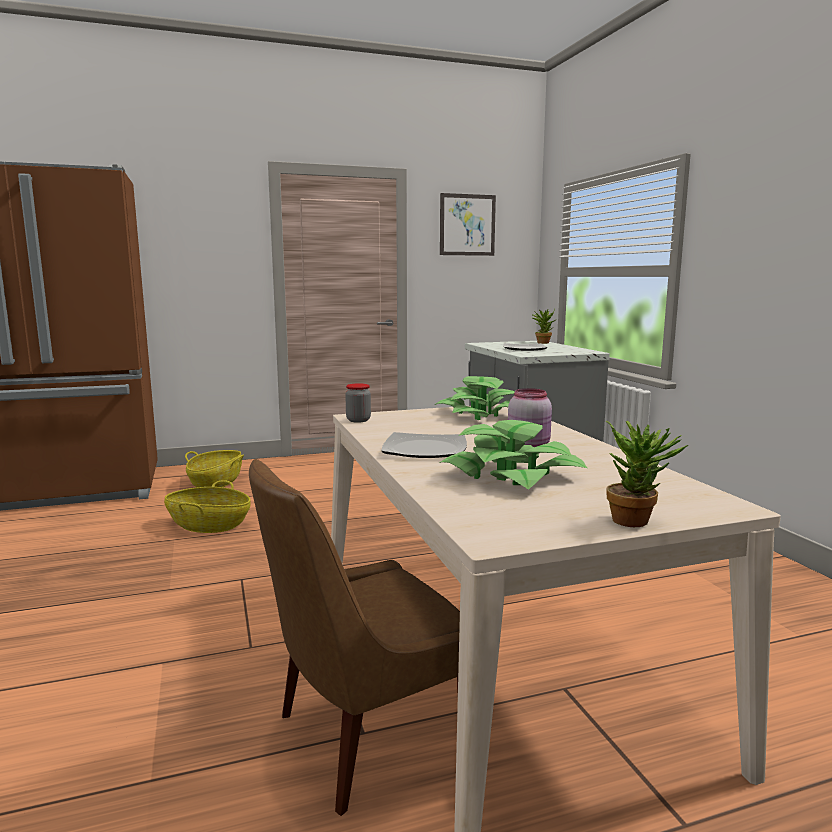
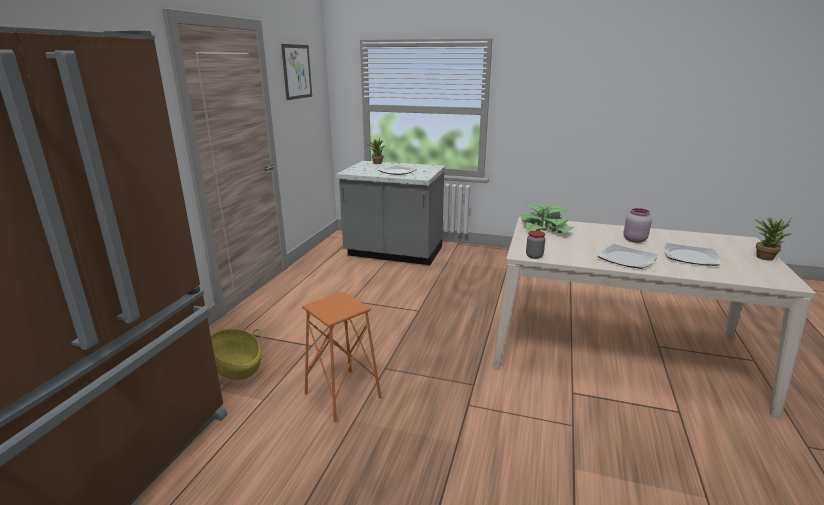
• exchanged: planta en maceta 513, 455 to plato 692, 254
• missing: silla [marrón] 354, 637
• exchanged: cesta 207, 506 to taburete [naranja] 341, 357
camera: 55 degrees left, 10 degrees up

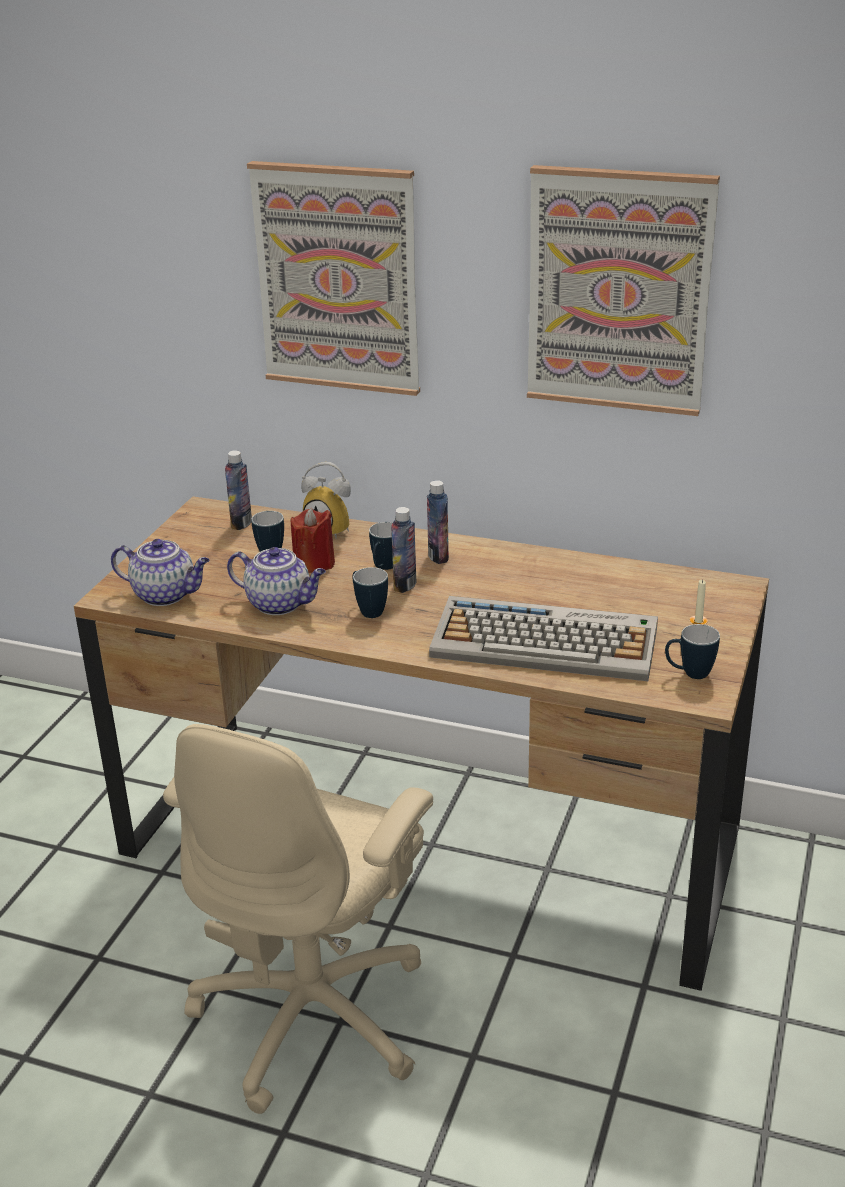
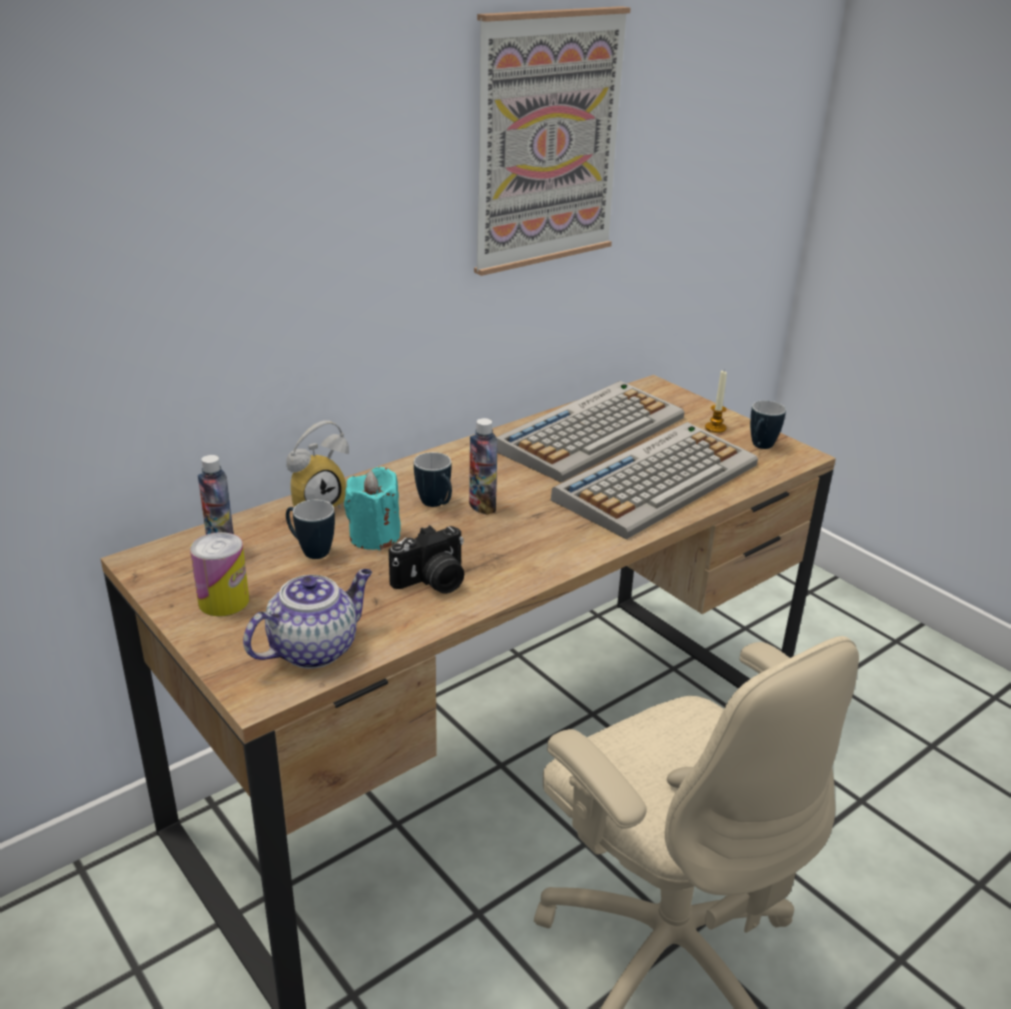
• missing: cuadro 333, 278
• missing: botella 438, 522
• colour: vela [rojo] 313, 540 to vela [turquesa] 372, 508
• exchanged: tetera 276, 581 to cámara 426, 559
• missing: taza grande 370, 592
• appeared: teclado 590, 432
• appeared: lata 219, 574
camera: 60 degrees left, 0 degrees up

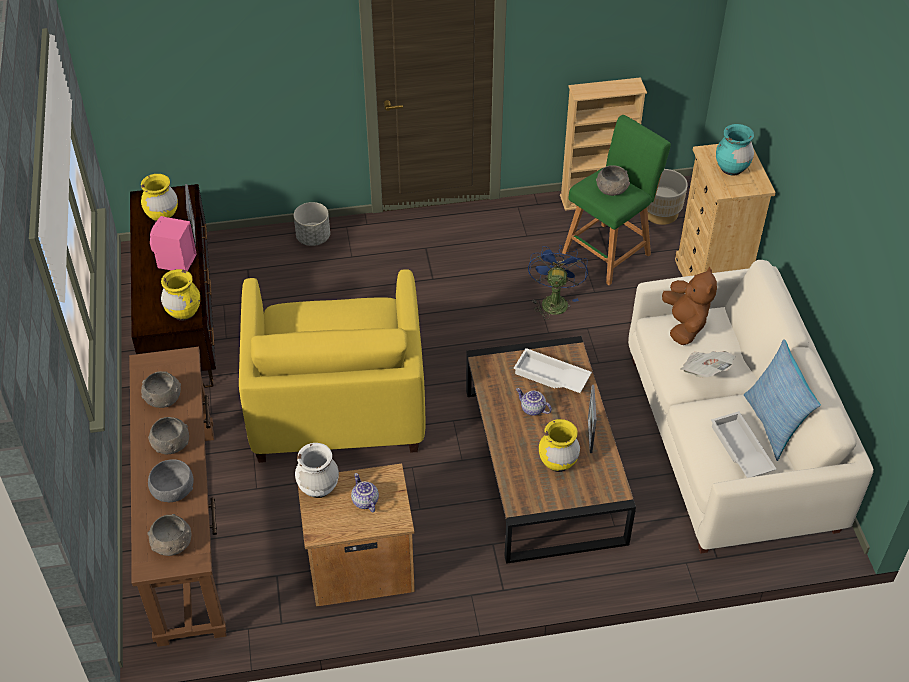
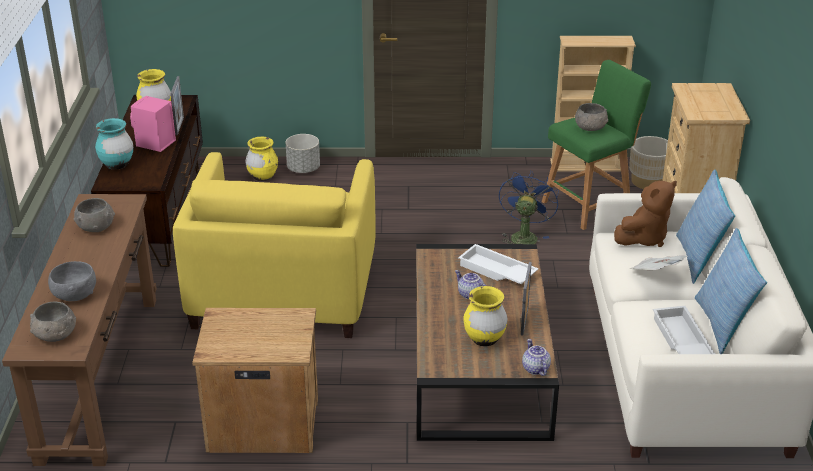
• relocated: florero [turquesa] 735, 149 to 114, 144
• spun: peluche [marrón] 689, 306 = 645, 214 45 degrees clockwise
• relocated: florero [amarillo] 180, 294 to 261, 159
• missing: cuenco [gris] 168, 435
• missing: florero [blanco] 317, 470
• relocated: tetera 365, 493 to 536, 357
• appeared: cojín 705, 226
camera: 10 degrees right, 15 degrees down

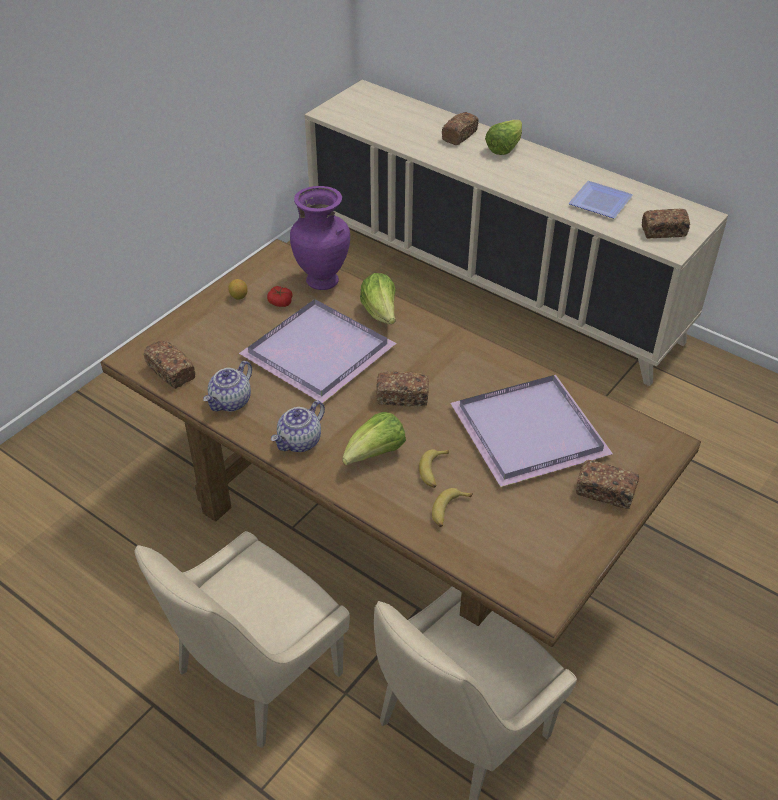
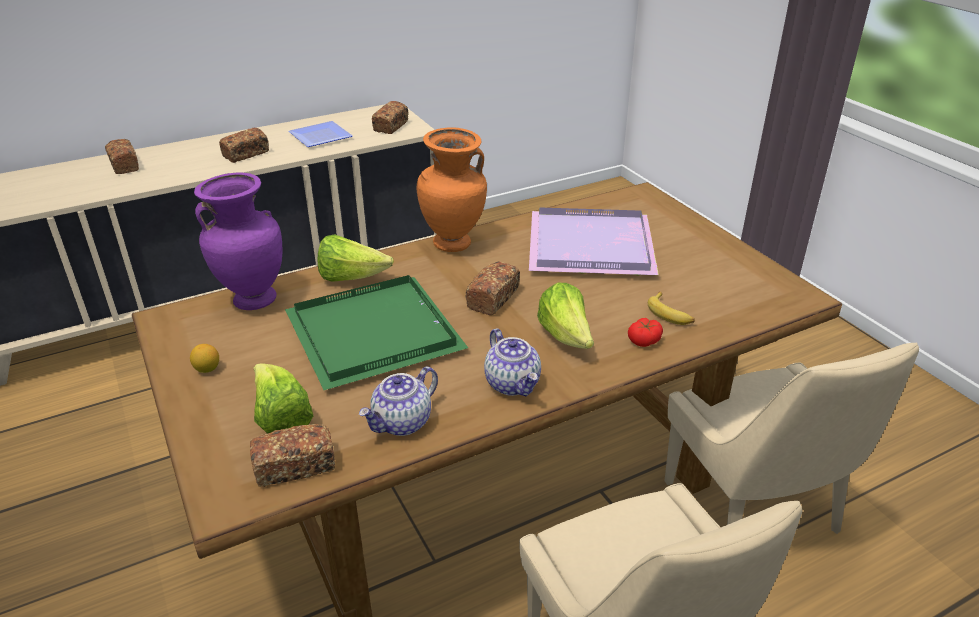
• relocated: lechuga 503, 137 to 283, 398
• relocated: tomate 280, 296 to 645, 332
• colour: bandeja [morado] 318, 351 to bandeja [verde] 376, 332
• spun: tetera 227, 386 = 398, 401 75 degrees clockwise
• missing: plátano 434, 468
• relocated: pan 607, 484 to 244, 145
• appeared: florero [naranja] 452, 189
camera: 65 degrees left, 10 degrees down

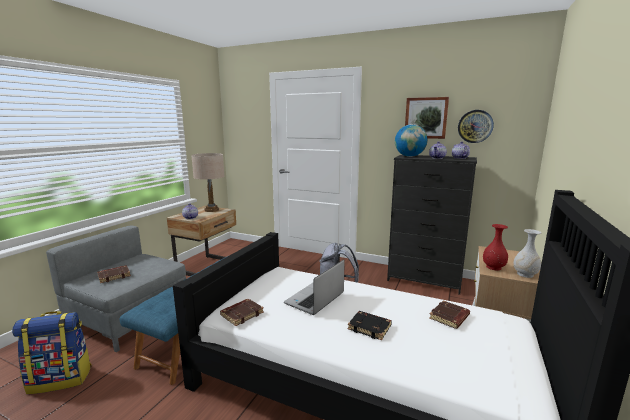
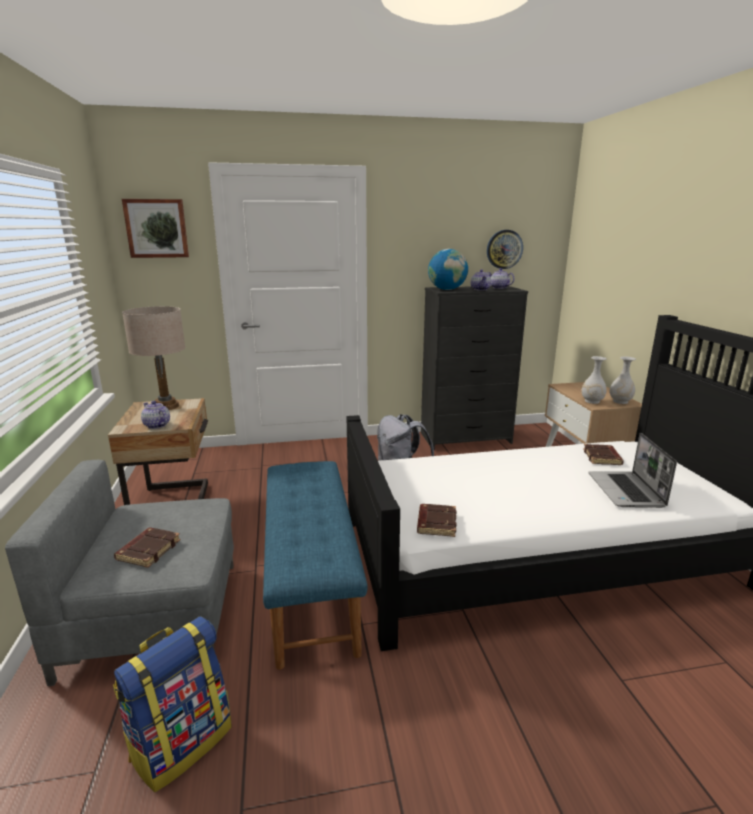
• relocated: cuadro 427, 118 to 155, 228
• colour: florero [rojo] 495, 247 to florero [blanco] 594, 380
• relocated: portátil 314, 287 to 632, 470
• missing: libro [negro] 370, 325
camera: 35 degrees left, 5 degrees up

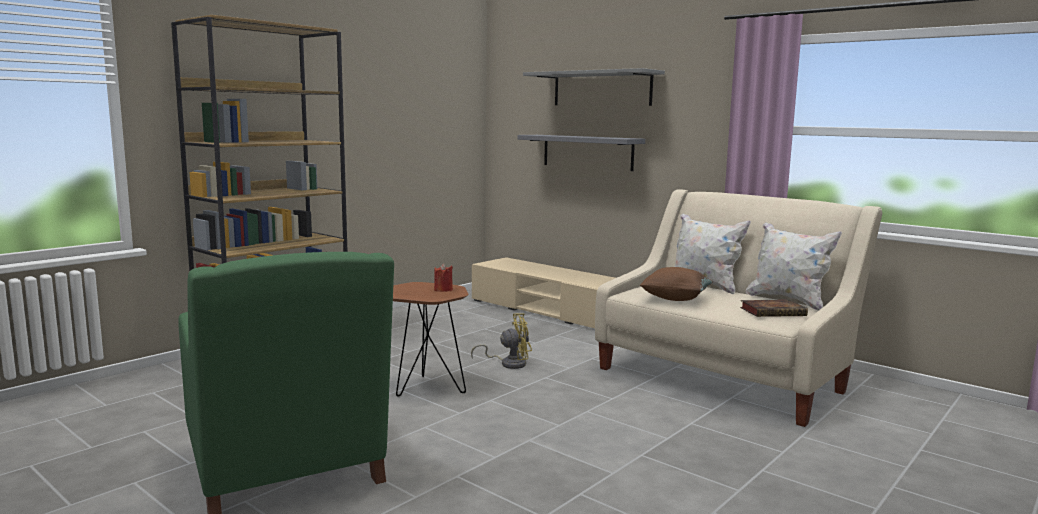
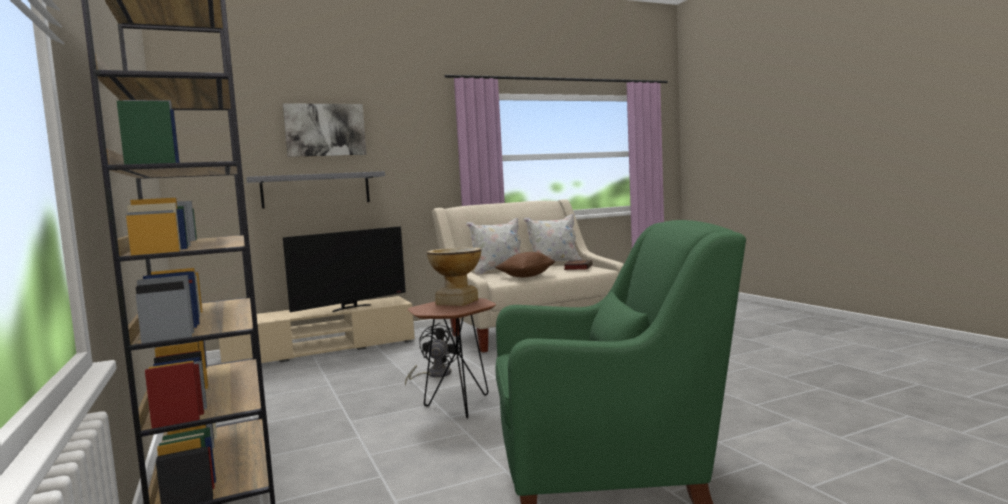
• exchanged: estante [gris] 594, 87 to cuadro 325, 130
• exchanged: vela [rojo] 443, 278 to florero 454, 276
• colour: ventilador [amarillo] 501, 341 to ventilador [negro] 433, 354
• appeared: televisor 344, 269
camera: 65 degrees left, 5 degrees down

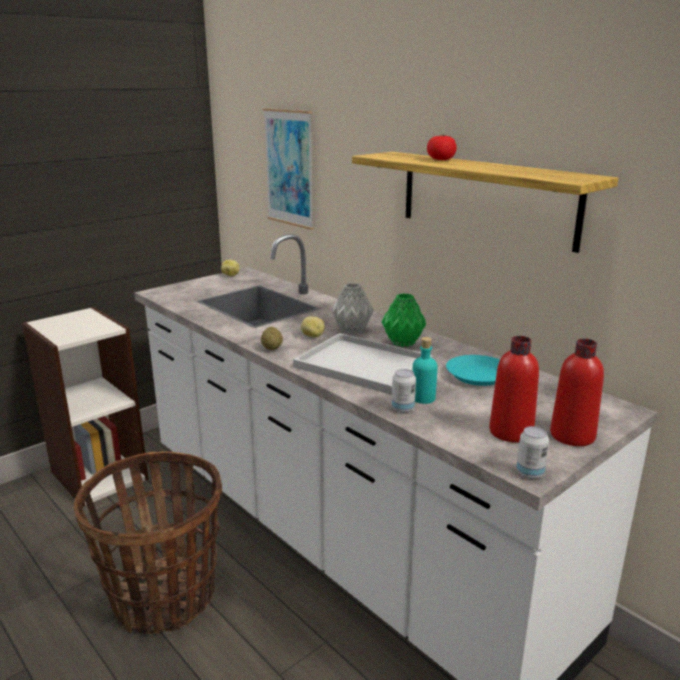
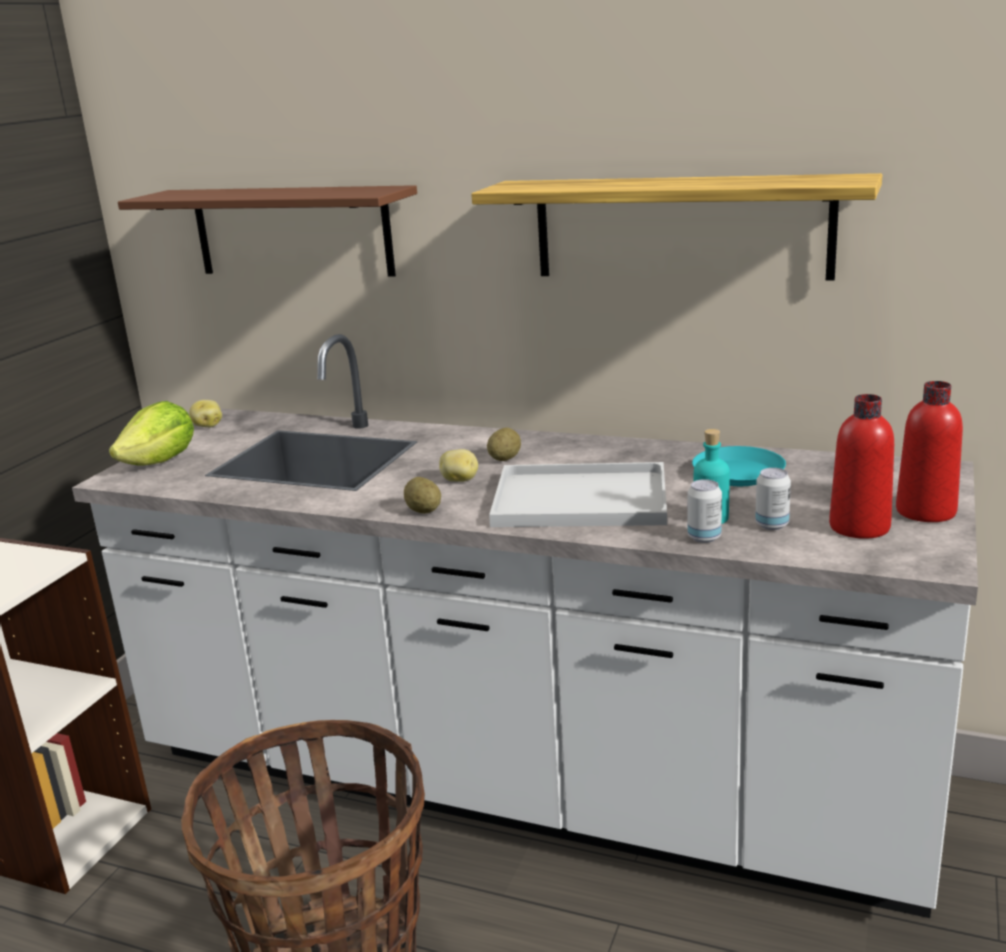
• exchanged: cuadro 288, 169 to estante [marrón] 267, 231
• missing: tomate 442, 147
• exchanged: florero [gris] 353, 308 to patata 504, 444
• missing: florero [verde] 404, 320
• relocated: lata 532, 452 to 773, 499
• appeared: lechuga 151, 433
camera: 25 degrees left, 0 degrees up

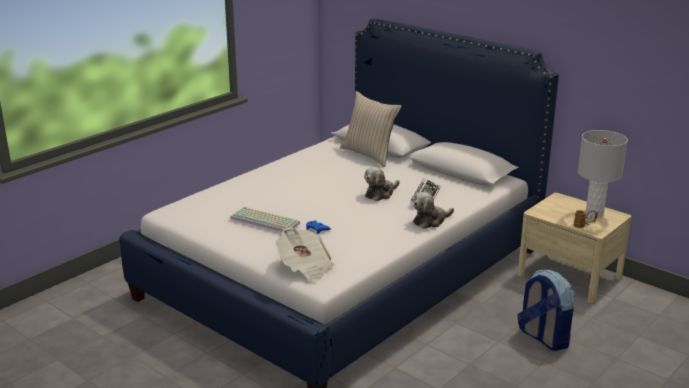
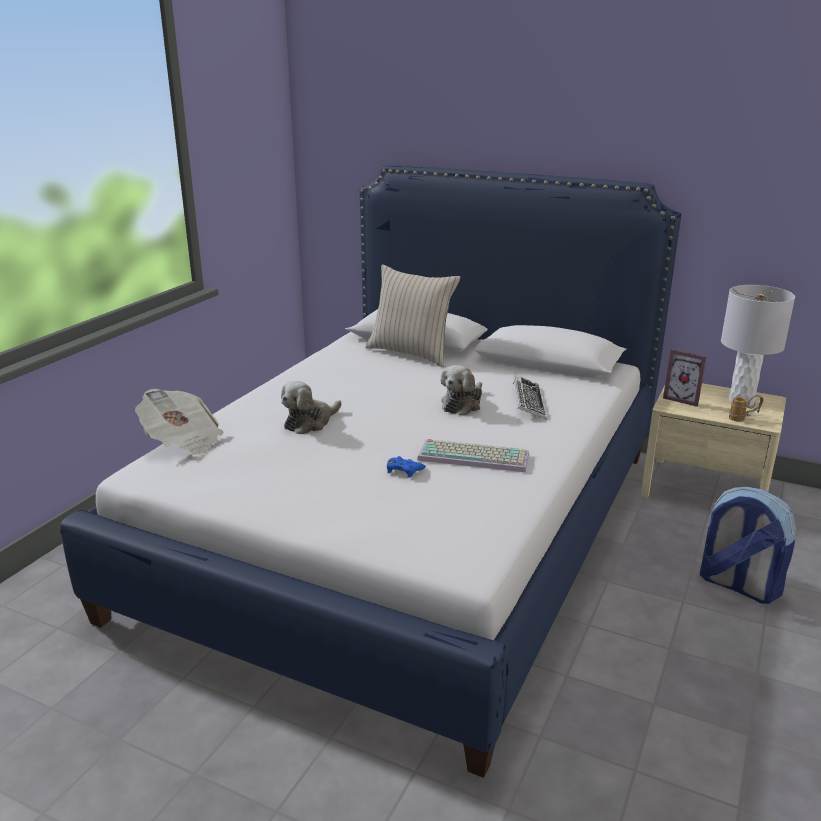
• relocated: peluche 433, 210 to 311, 407
• relocated: teclado 265, 219 to 473, 455
• relocated: periódico 304, 254 to 179, 423
• appeared: portarretratos 685, 378
camera: 15 degrees left, 0 degrees up

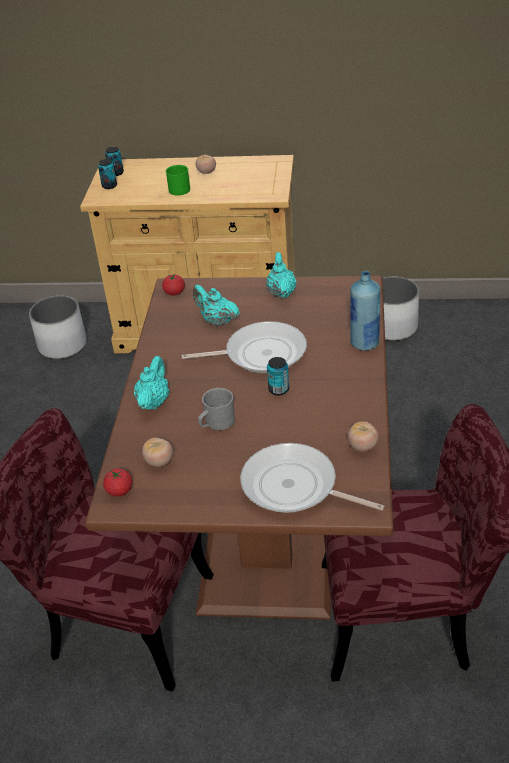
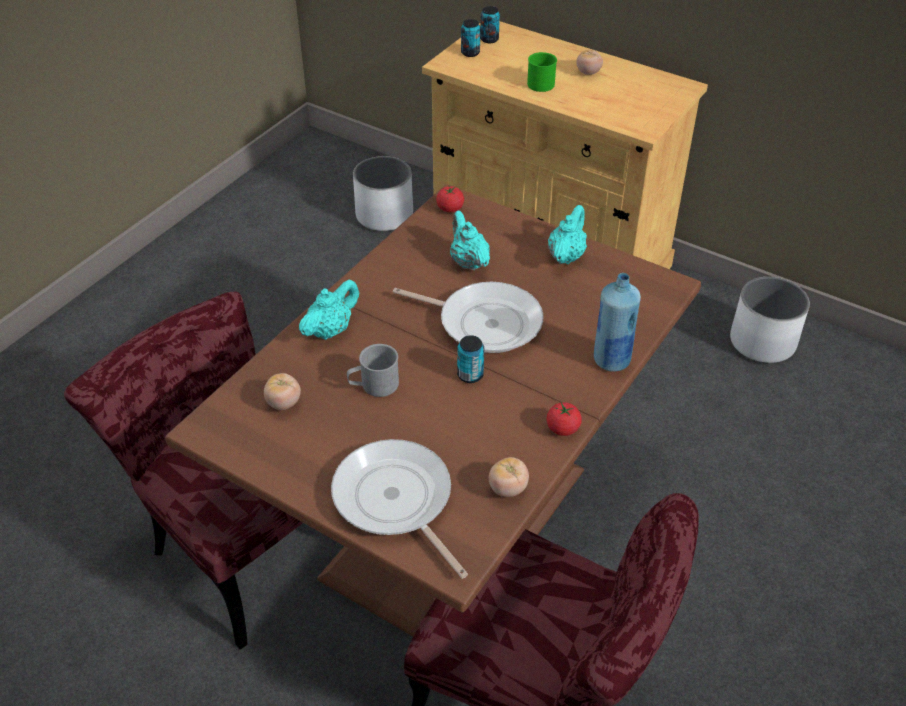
• relocated: tomate 118, 483 to 564, 419
camera: 25 degrees right, 5 degrees up

